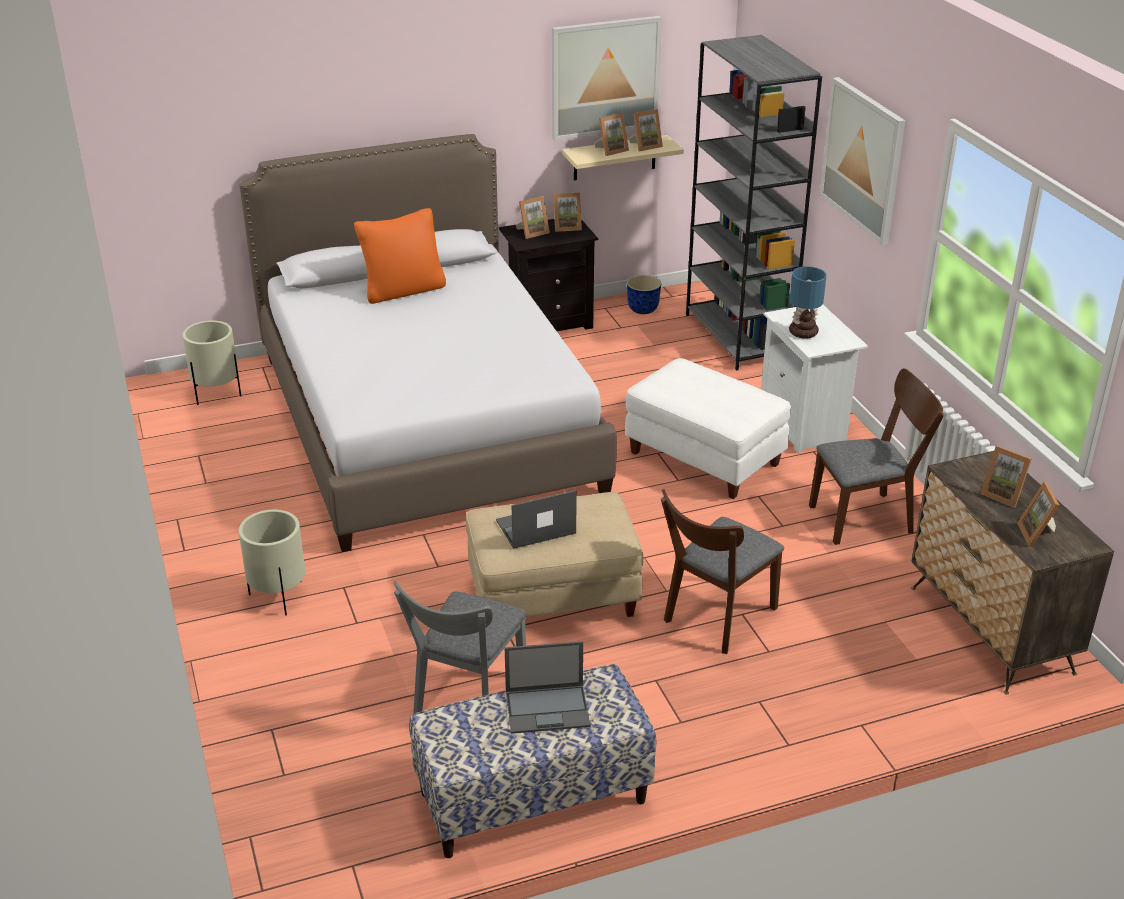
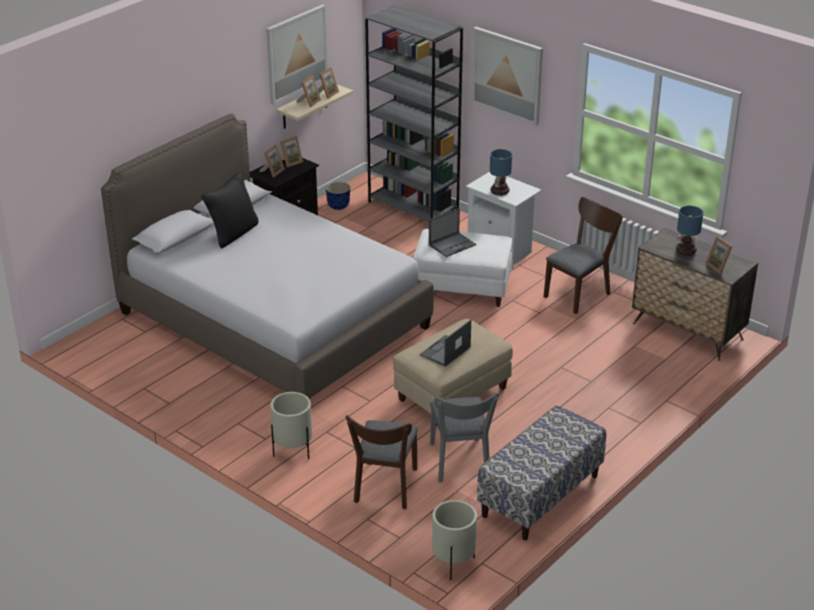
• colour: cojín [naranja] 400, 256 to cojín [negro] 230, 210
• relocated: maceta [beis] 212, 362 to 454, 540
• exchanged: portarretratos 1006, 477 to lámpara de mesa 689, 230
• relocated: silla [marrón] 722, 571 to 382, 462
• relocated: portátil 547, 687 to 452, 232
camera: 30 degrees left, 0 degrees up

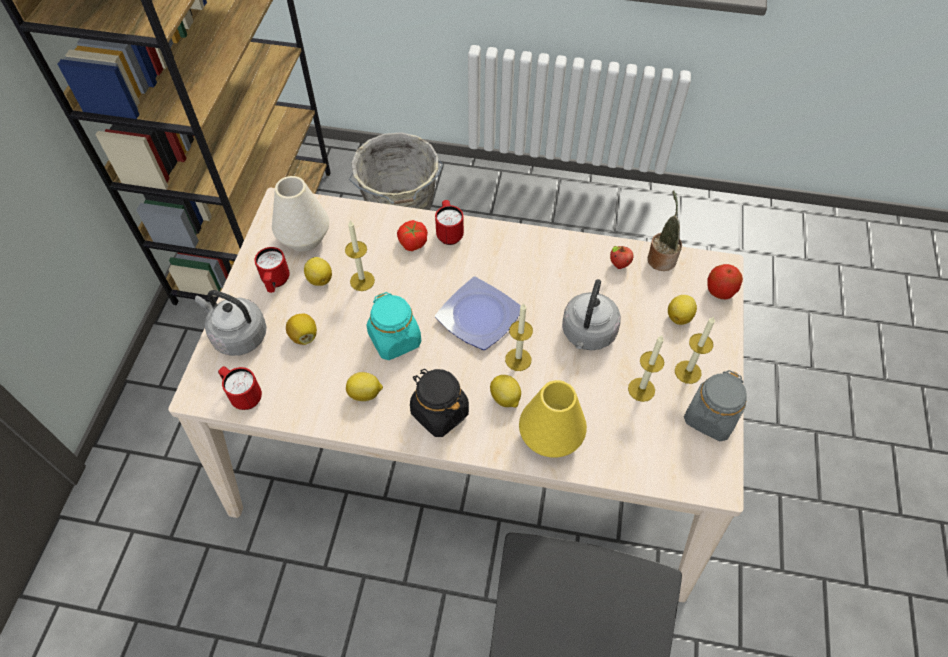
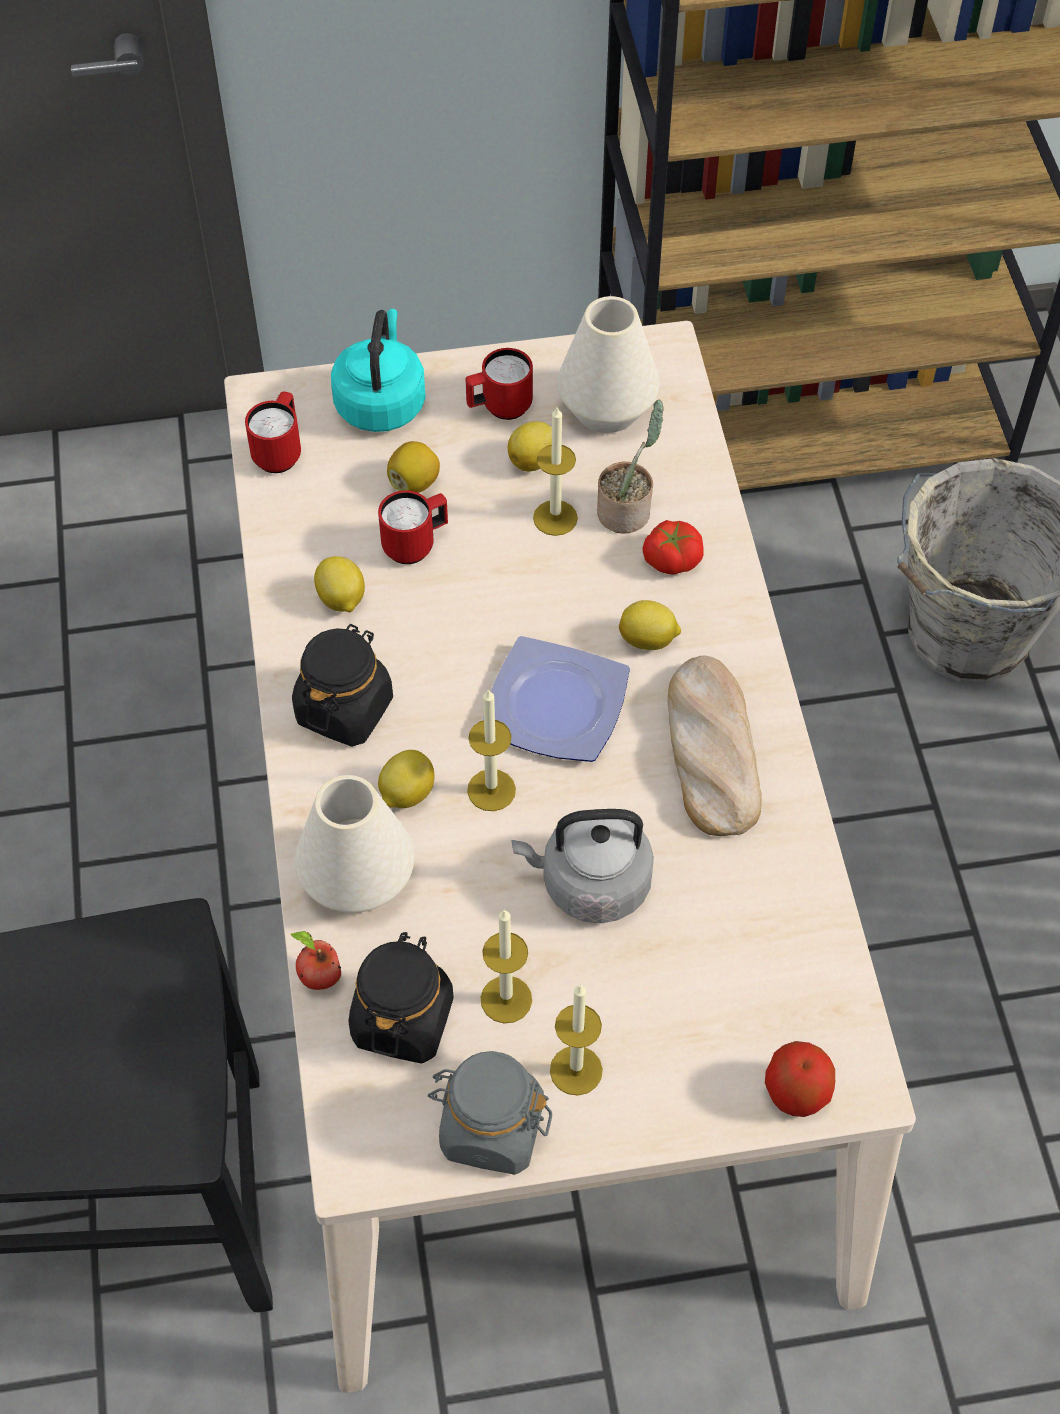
• relocated: planta en maceta 665, 230 to 630, 466
• relocated: taza grande [rojo] 449, 222 to 413, 527
• relocated: manzana 621, 257 to 315, 960
• colour: hervidor [gris] 231, 323 to hervidor [turquesa] 378, 370
• missing: tarro [turquesa] 393, 326
• relocated: limón 682, 310 to 650, 625
• colour: florero [amarillo] 553, 419 to florero [blanco] 354, 844
• appeared: pan 714, 746
• appeared: tarro [negro] 401, 997
camera: 70 degrees right, 0 degrees up

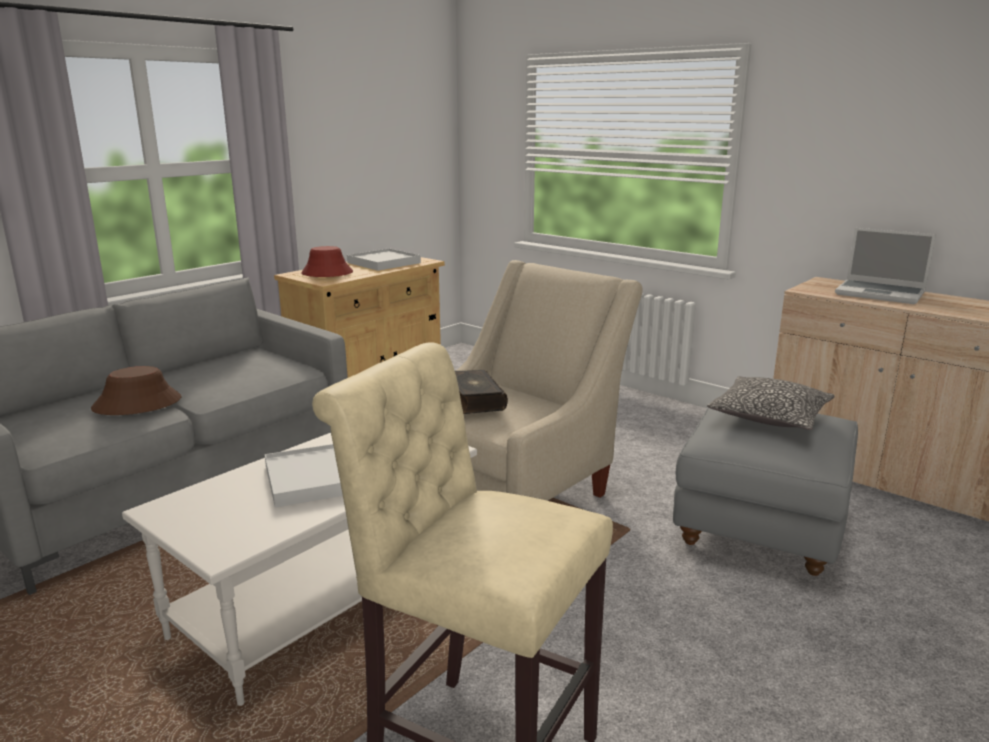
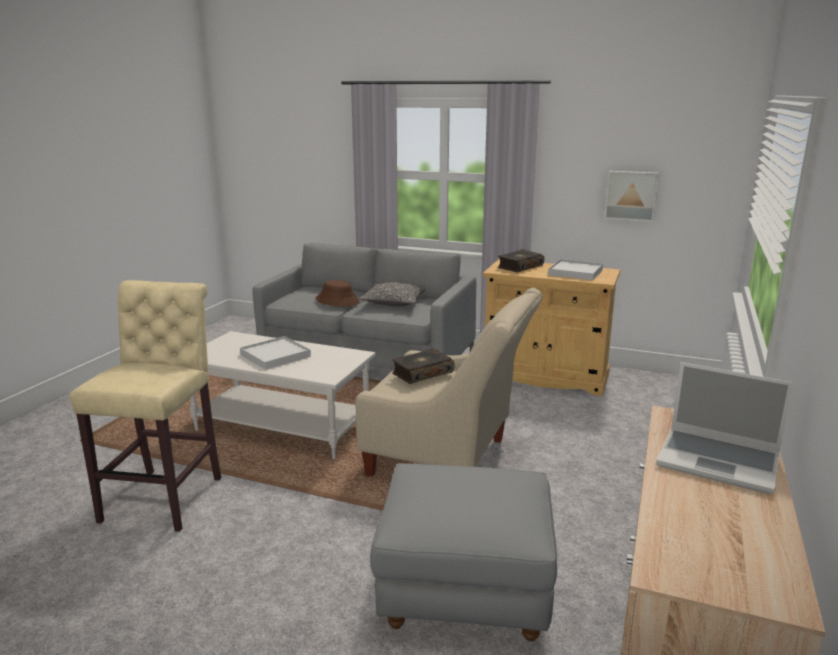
• spun: portátil 885, 266 = 725, 428 75 degrees counterclockwise
• exchanged: sombrero [rojo] 327, 261 to libro 520, 261
• relocated: cojín 771, 403 to 392, 294
• appeared: cuadro 631, 196
camera: 70 degrees right, 0 degrees up

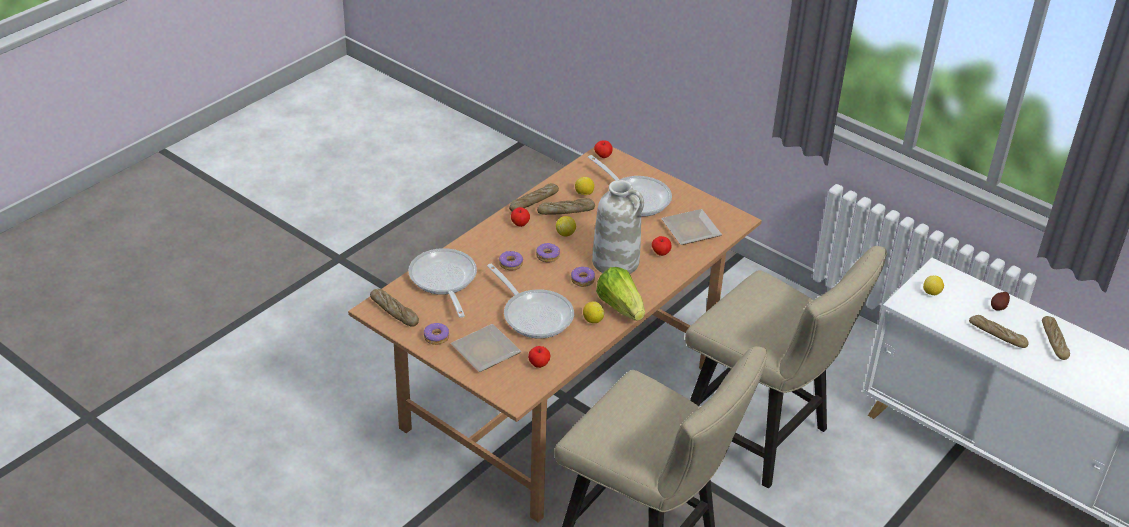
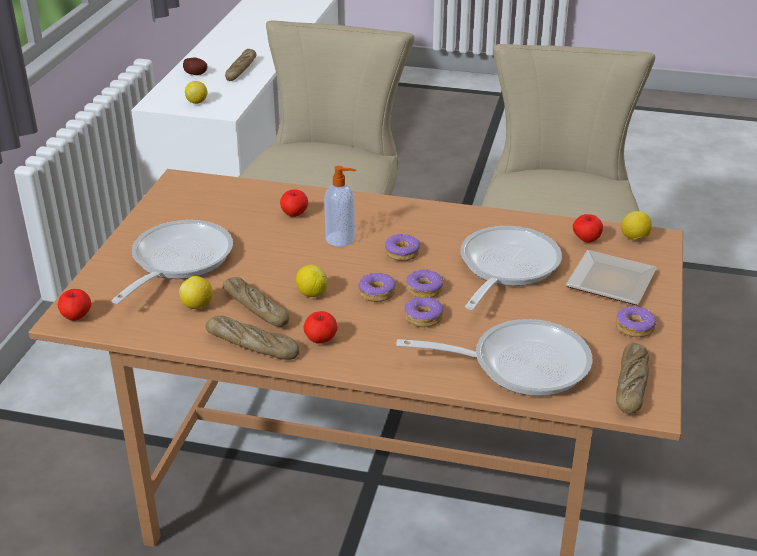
• exchanged: florero [blanco] 618, 227 to dispensador de jabón 340, 206
• missing: plato 691, 227
• spun: sartén 442, 283 = 495, 357 135 degrees counterclockwise
• missing: lechuga 620, 294
• relocated: limón 593, 312 to 636, 225
• missing: pan 1056, 338
• appeared: rosquilla 424, 283
camera: 115 degrees left, 5 degrees down

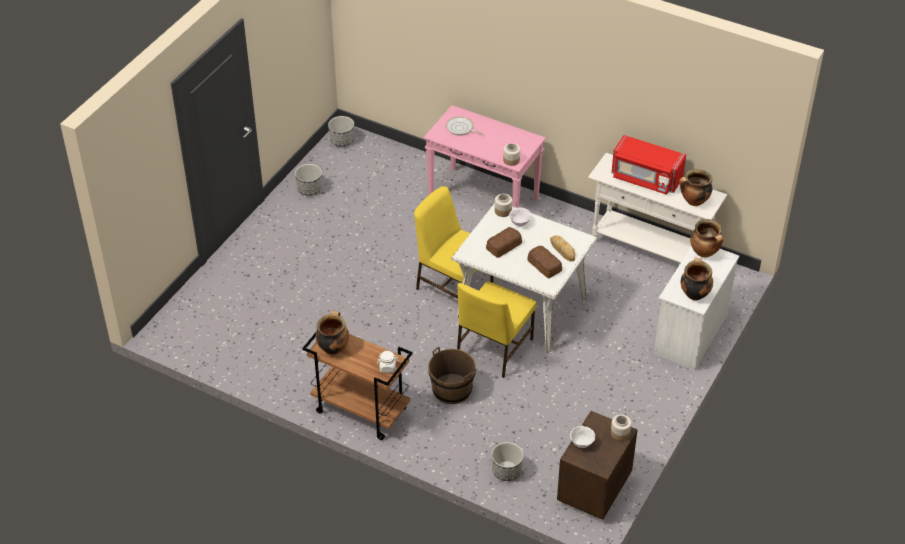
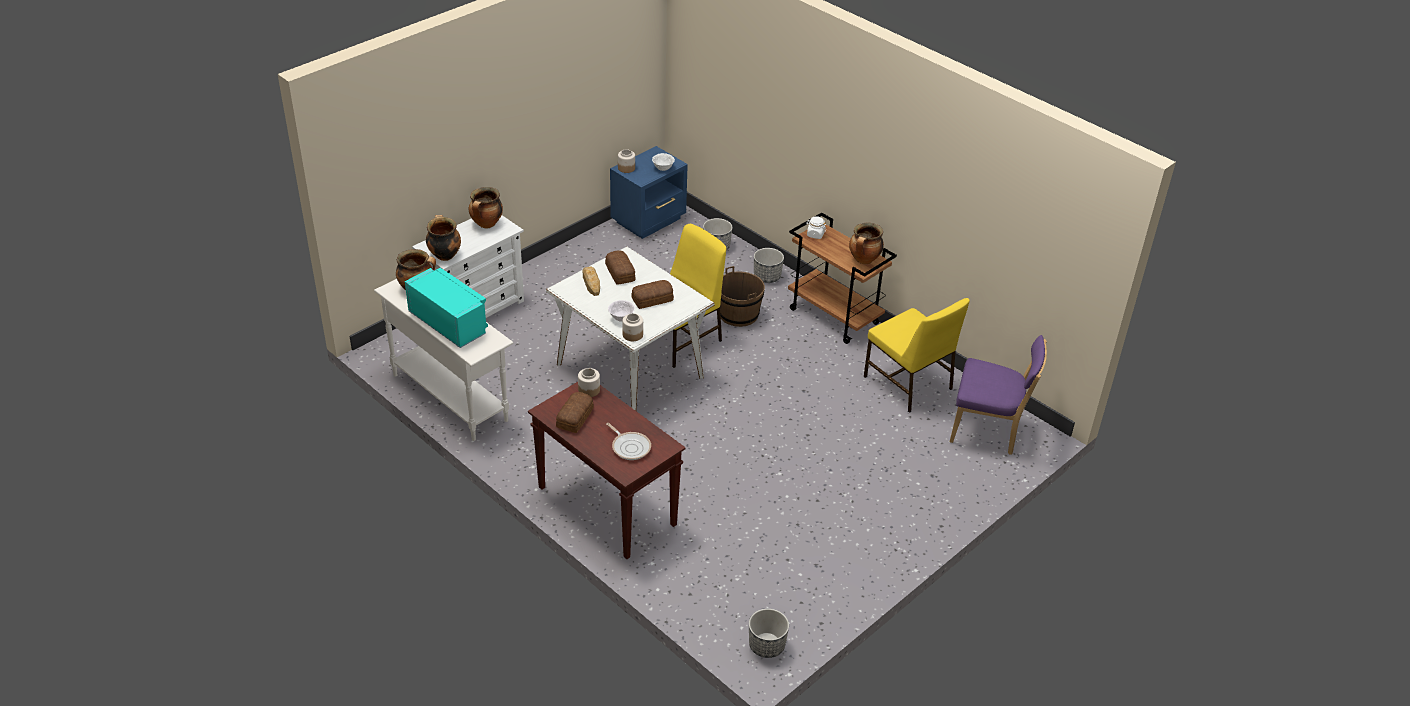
• colour: mesa consola [rosa] 485, 156 to mesa consola [marrón] 607, 470
• colour: microondas [rojo] 649, 165 to microondas [turquesa] 446, 308
• relocated: maceta 308, 180 to 769, 265
• relocated: silla [amarillo] 454, 242 to 917, 355
• colour: mesita de noche [marrón] 597, 465 to mesita de noche [azul] 649, 192
• appeared: silla [morado] 998, 395
• appeared: pan 575, 412
camera: 165 degrees left, 5 degrees down

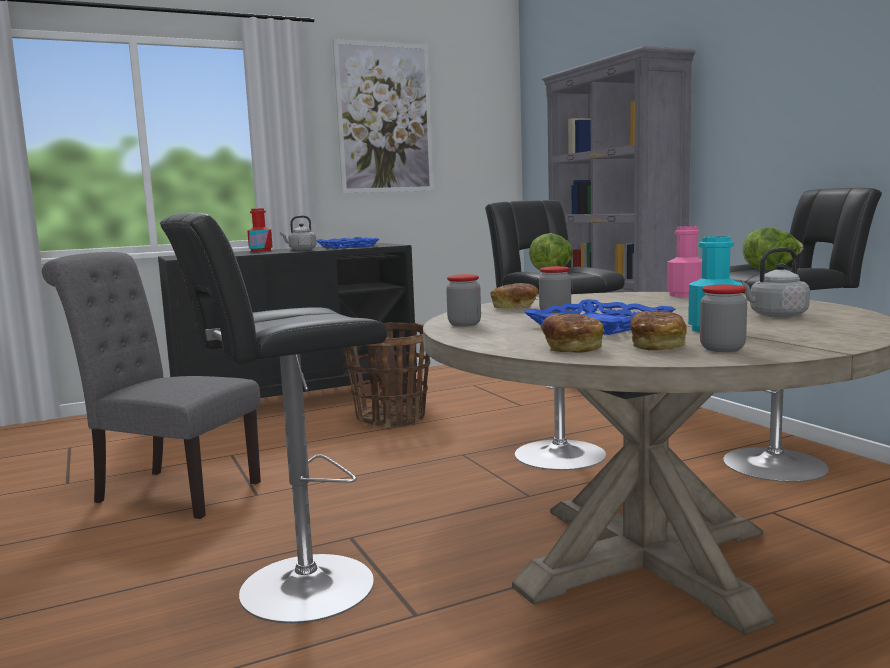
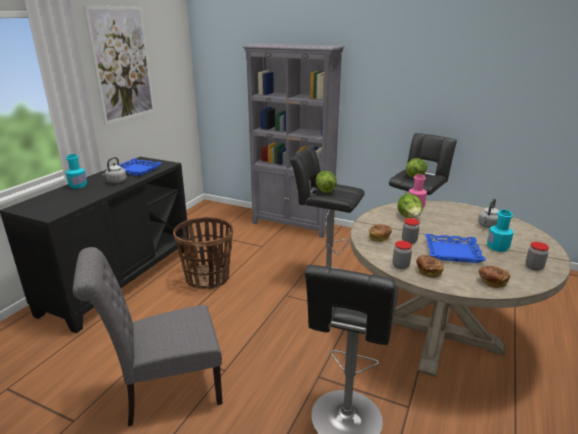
• colour: botella [rojo] 260, 230 to botella [turquesa] 76, 171
• relocated: pan 658, 331 to 430, 266
• appeared: lechuga 409, 205
camera: 40 degrees left, 15 degrees up

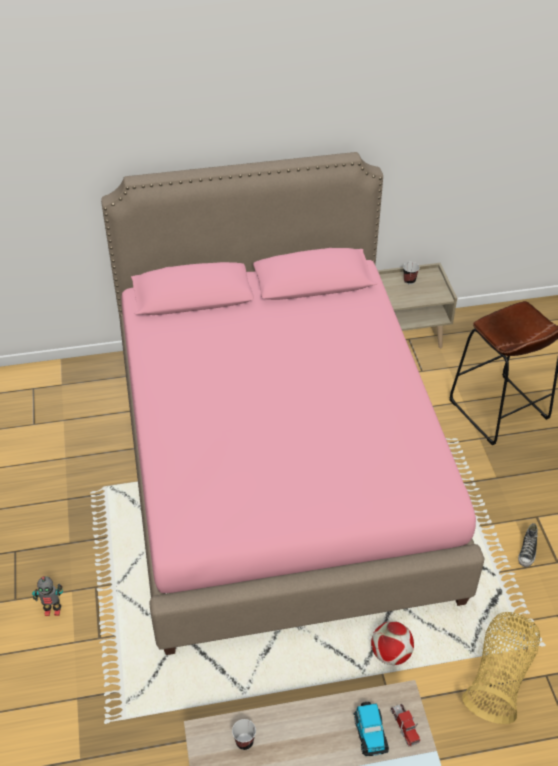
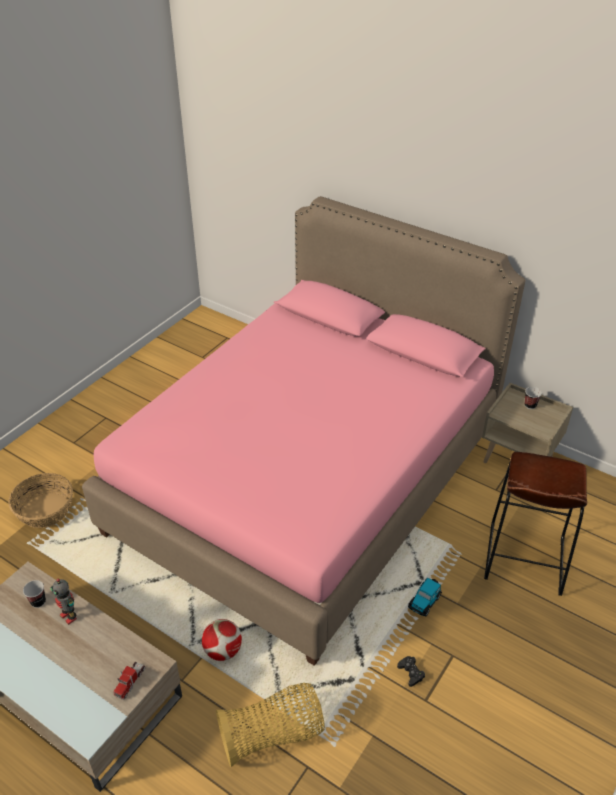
• exchanged: zapato 528, 545 to mando de consola [negro] 411, 671
• relocated: robot de juguete 47, 596 to 63, 602
• relocated: coche de juguete 371, 729 to 425, 597
• appeared: cesta 40, 500
camera: 45 degrees right, 5 degrees down

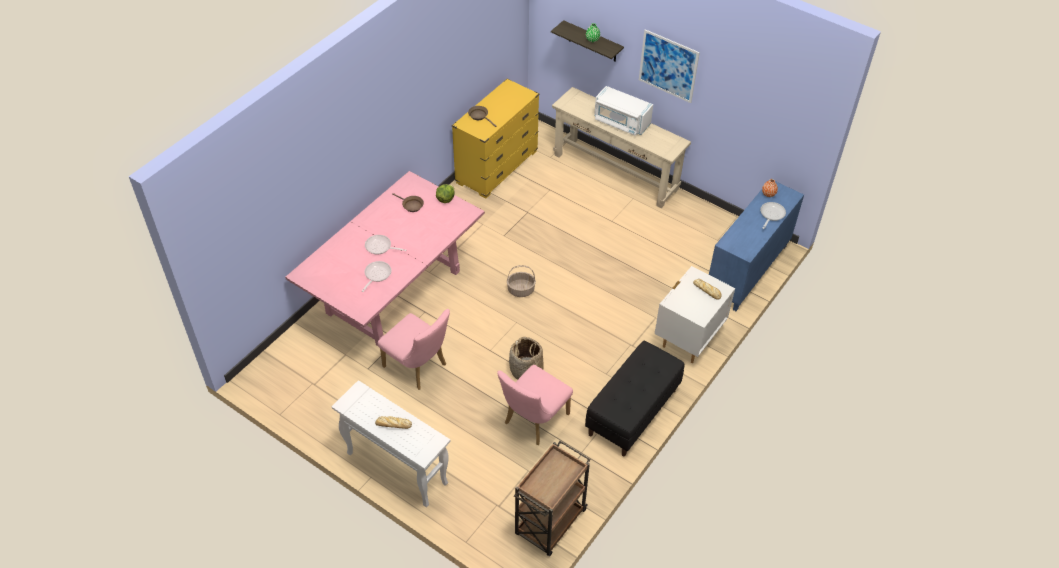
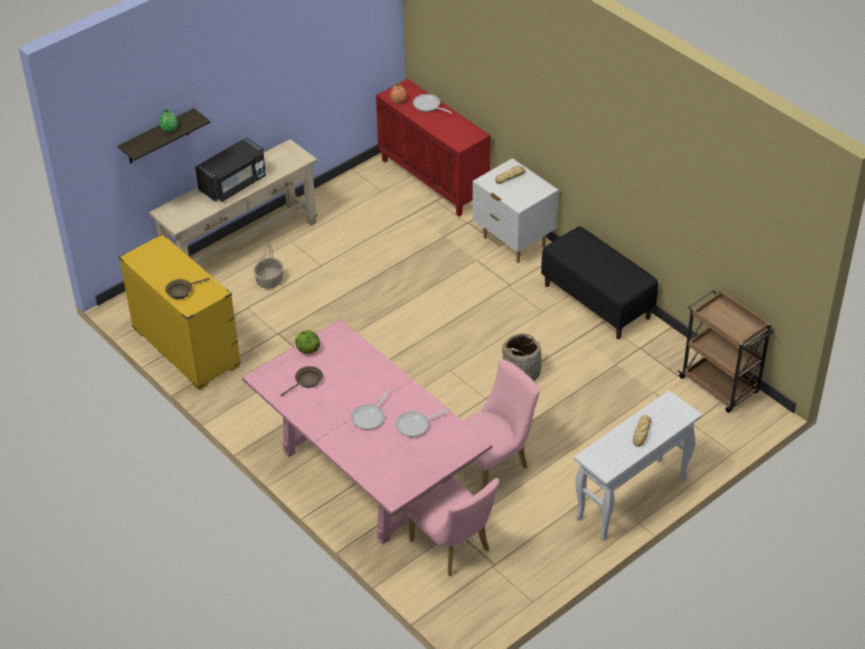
• missing: cuadro 669, 66
• colour: microondas [blanco] 623, 111 to microondas [negro] 230, 169
• colour: armario [azul] 756, 246 to armario [rojo] 433, 148
• spun: sartén 376, 276 = 422, 422 60 degrees counterclockwise
• relocated: cesta 521, 281 to 268, 267
• relocated: silla [rosa] 535, 405 to 453, 527
camera: 75 degrees left, 5 degrees down

